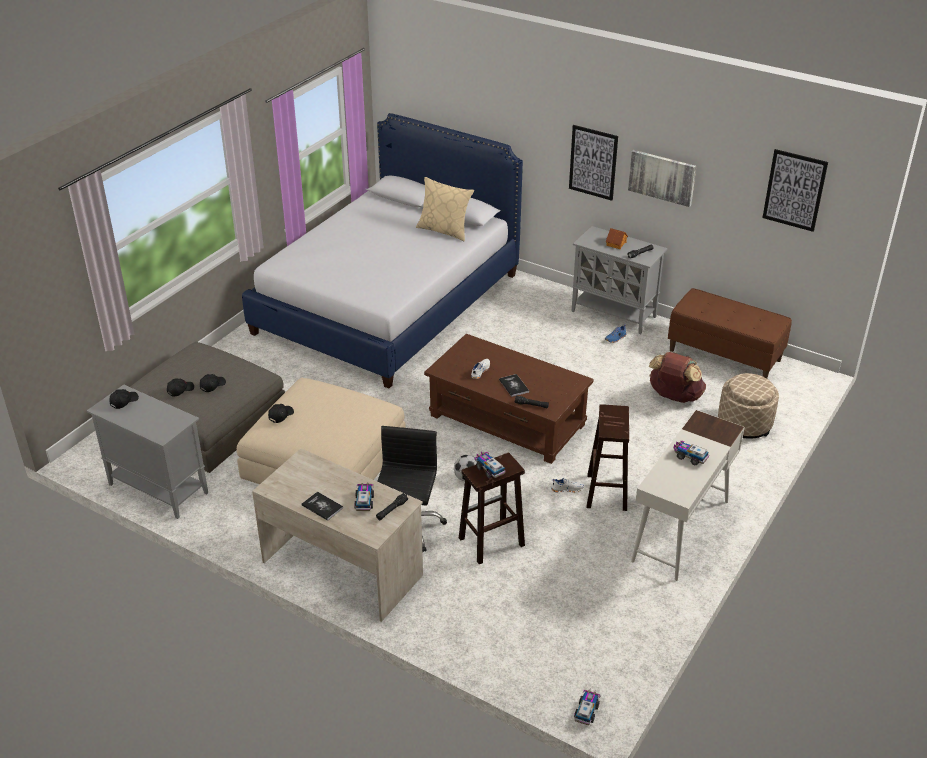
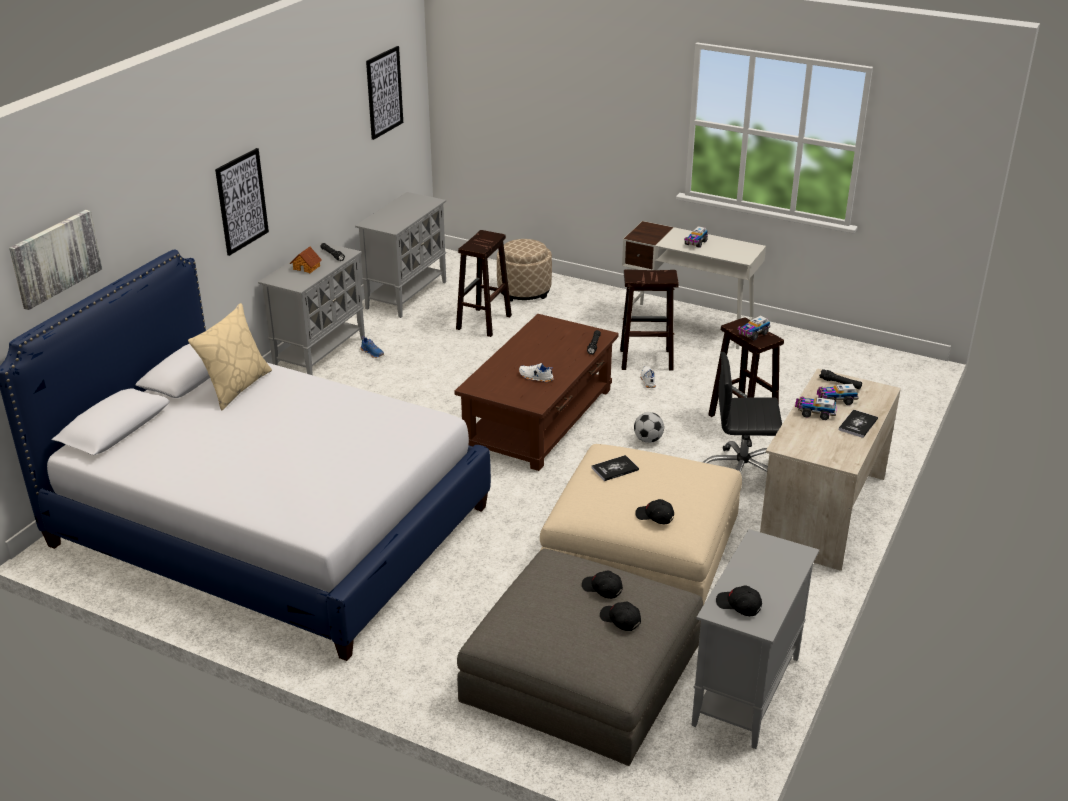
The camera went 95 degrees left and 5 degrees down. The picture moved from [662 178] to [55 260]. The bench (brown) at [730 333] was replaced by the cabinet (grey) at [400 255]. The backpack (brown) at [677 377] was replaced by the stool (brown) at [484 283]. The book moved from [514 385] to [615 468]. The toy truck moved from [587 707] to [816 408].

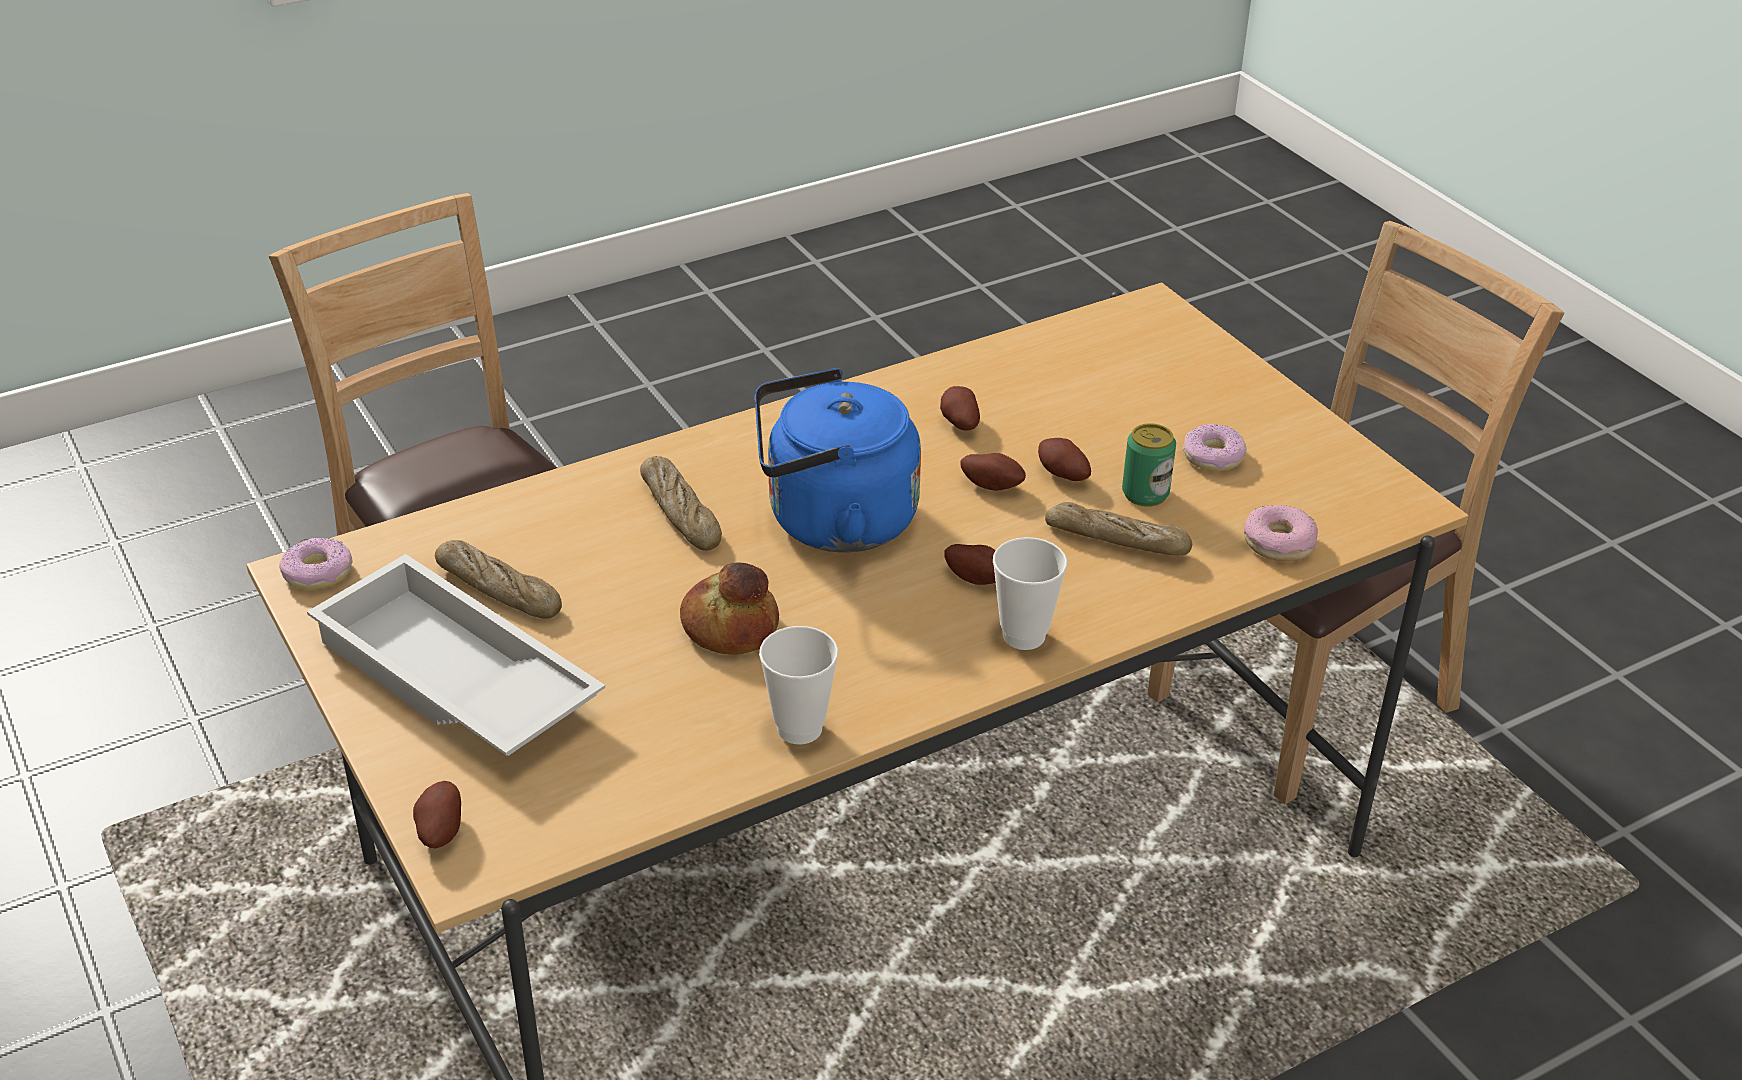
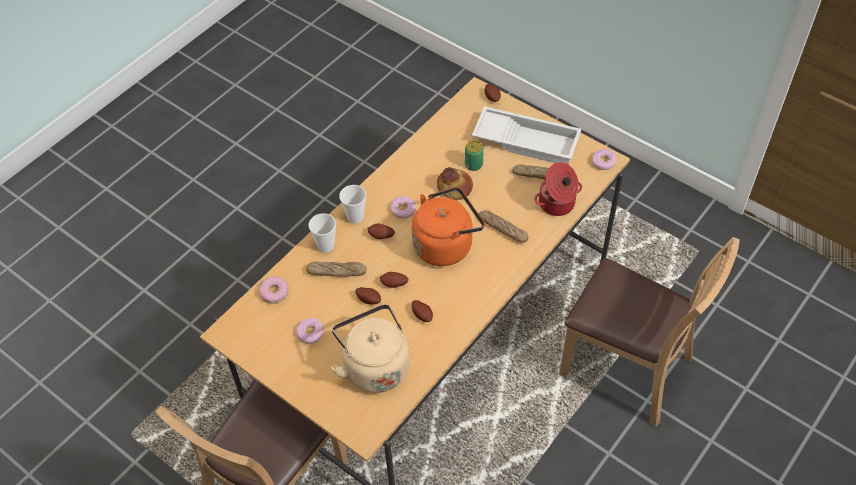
The camera went 160 degrees right and 15 degrees up. The kettle (blue) at [838 460] became the kettle (orange) at [448 226]. The can moved from [1149 465] to [474 156]. The cup moved from [798 685] to [322 232]. The cooking pot at [558 189] appeared. The donut at [403 207] appeared. The kettle (beige) at [370 348] appeared.

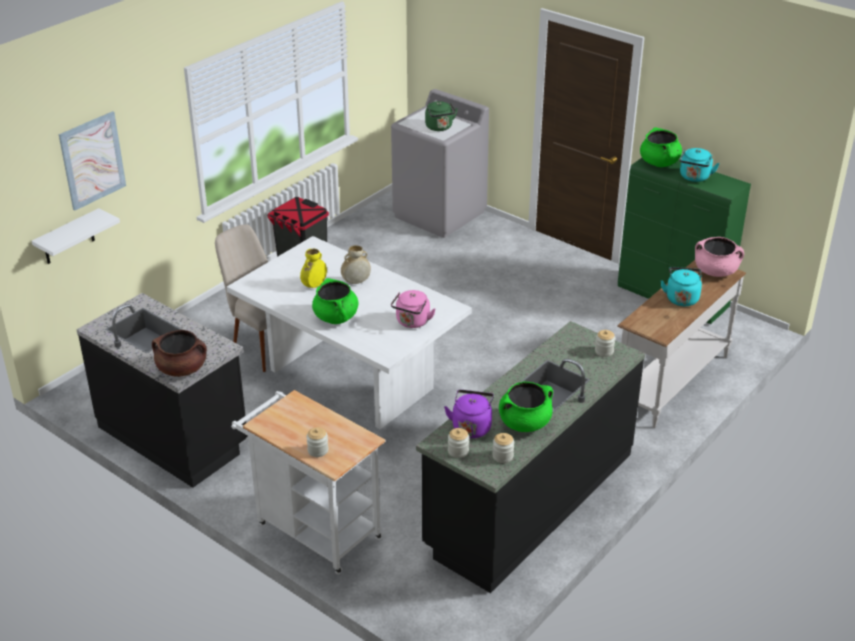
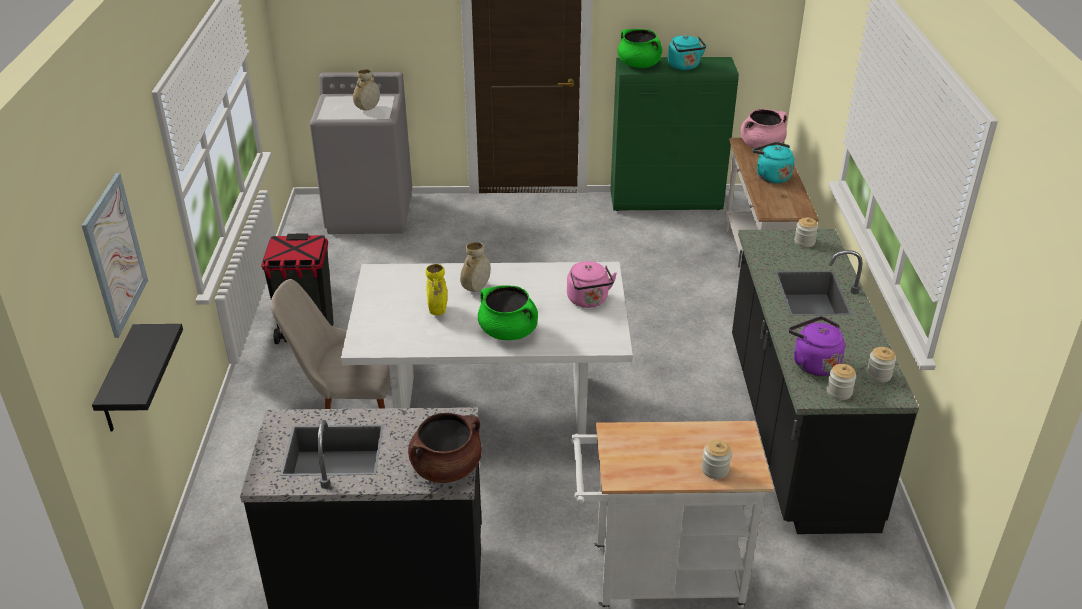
The camera went 40 degrees left and 0 degrees up. The kettle (green) at [441 116] was replaced by the vase (beige) at [366 89]. The shelf (white) at [76 236] became the shelf (black) at [137 377]. The cooking pot (green) at [526 407] disappeared.

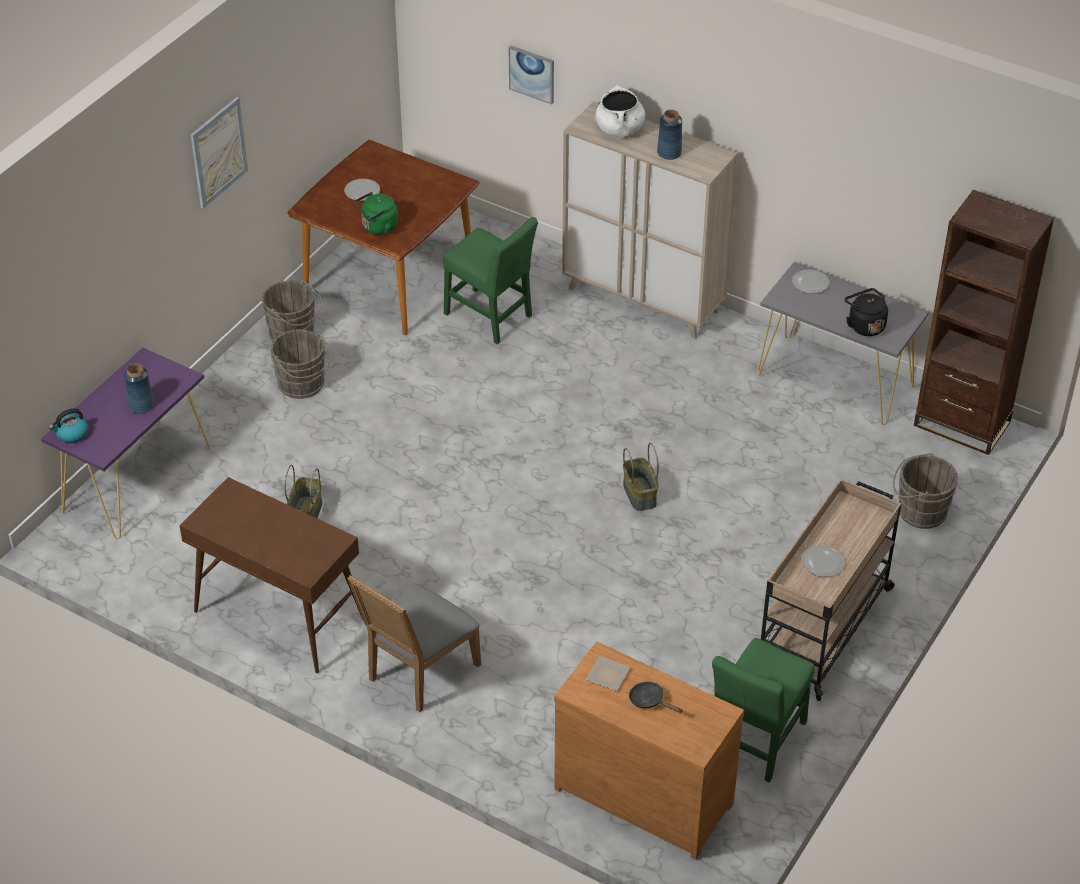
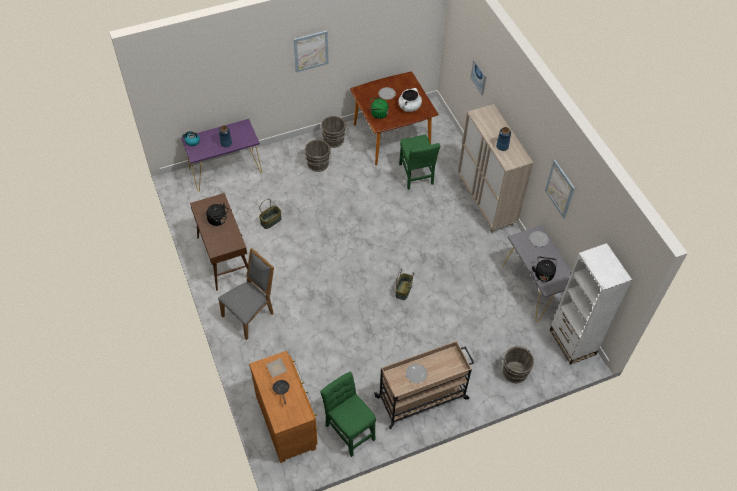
The camera went 35 degrees right and 10 degrees up. The cooking pot (white) moved from [620 111] to [410 100]. The bookcase (brown) at [984 322] became the bookcase (white) at [591 304]. The chair (grey) at [414 643] turned 150 degrees clockwise. The chair (green) at [763 710] turned 75 degrees clockwise. The picture at [560 189] appeared. The kettle (black) at [217 214] appeared.

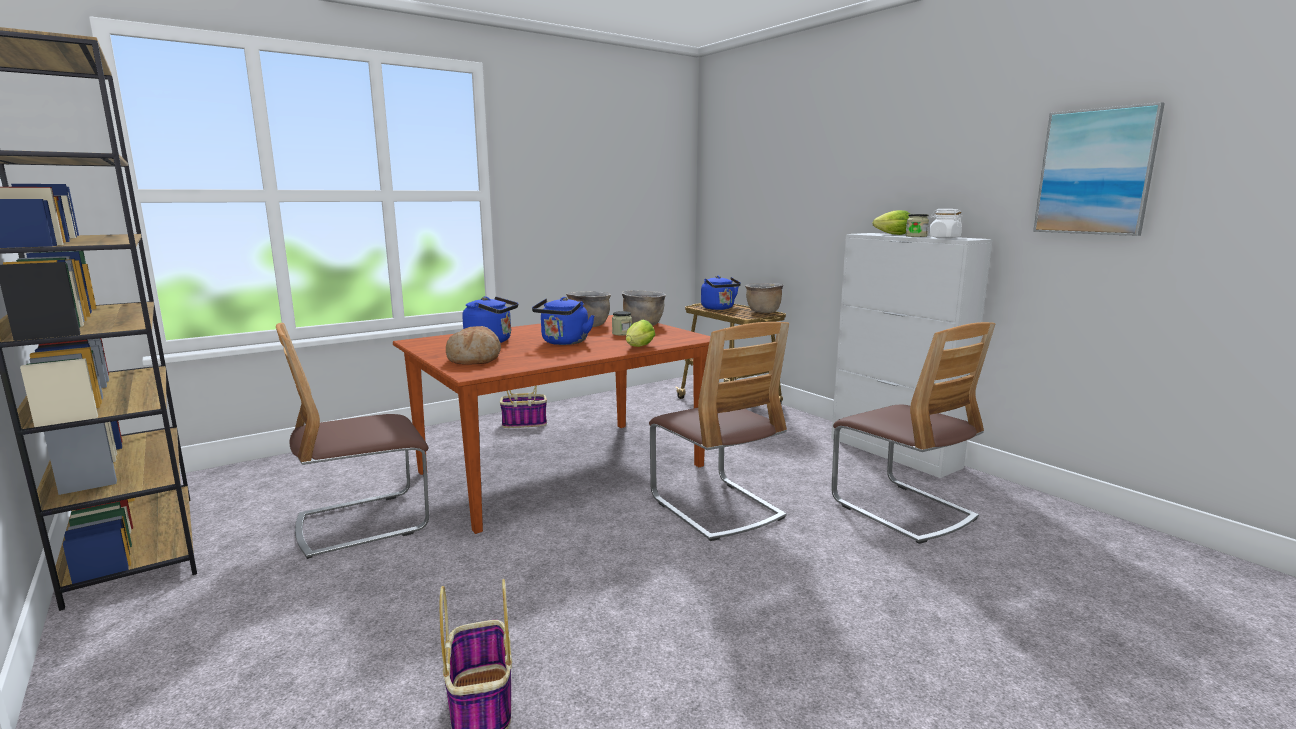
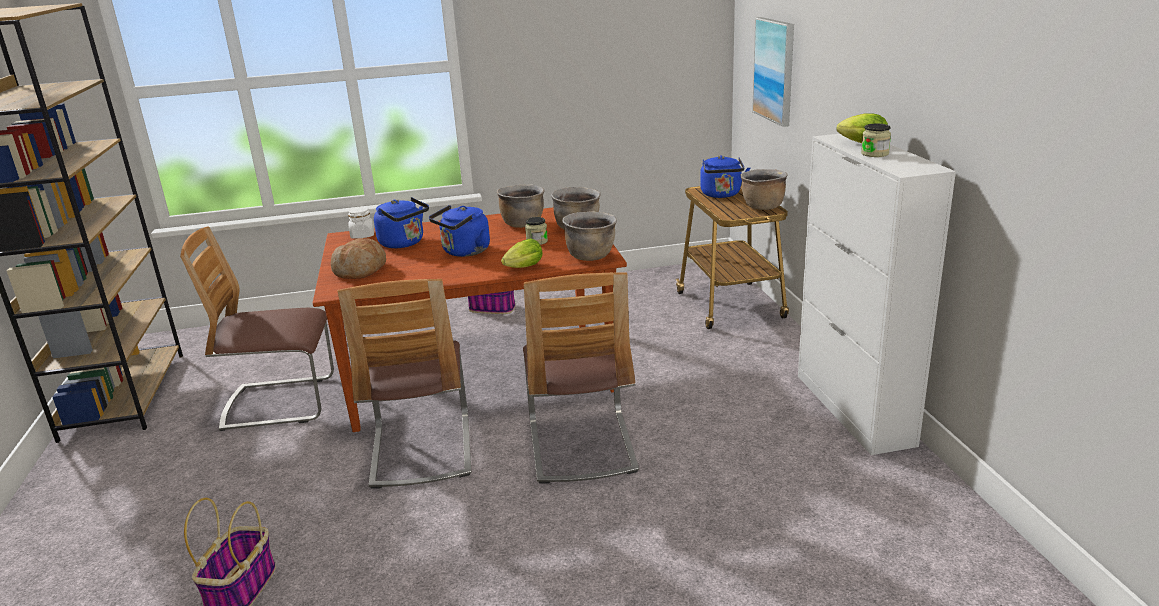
The camera went 25 degrees right and 10 degrees up. The picture moved from [1099 169] to [773 72]. The jar (white) moved from [945 224] to [361 223]. The chair moved from [913 433] to [405 384]. The cooking pot (brown) at [589 236] appeared.

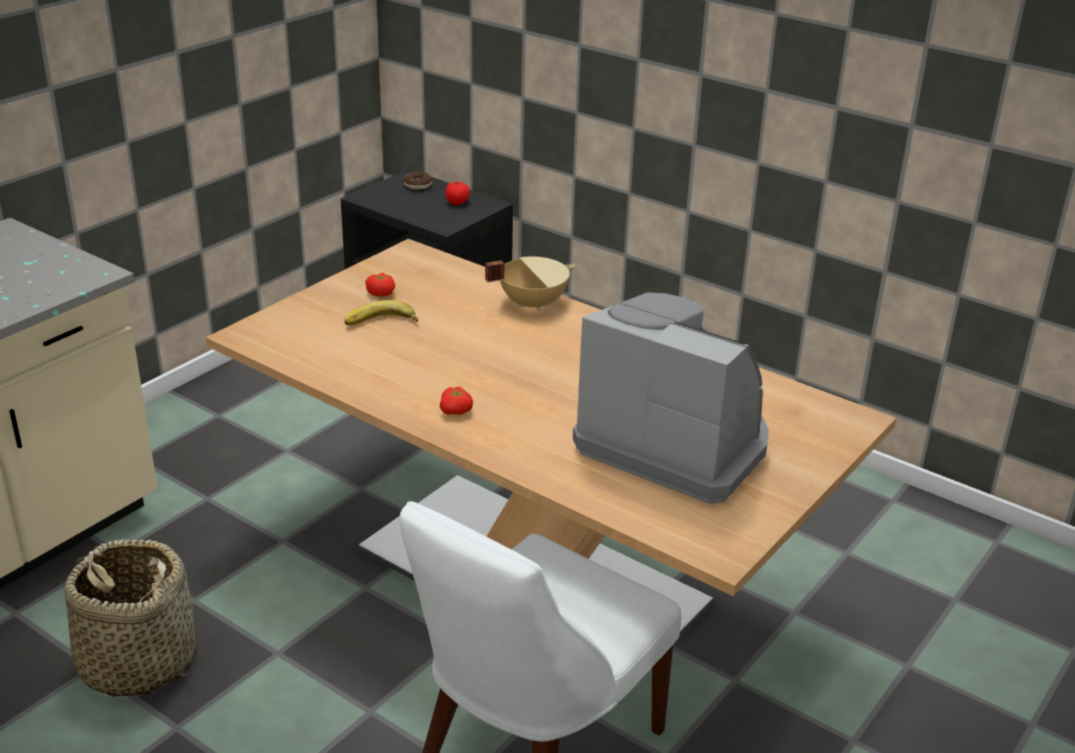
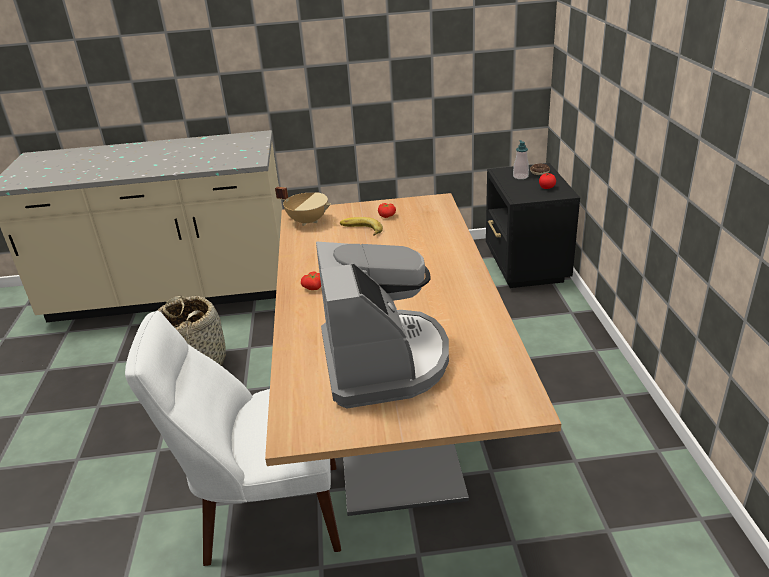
The camera went 50 degrees right and 0 degrees up. The cooking pot (beige) moved from [530 284] to [303 206]. The soap dispenser at [521 159] appeared.

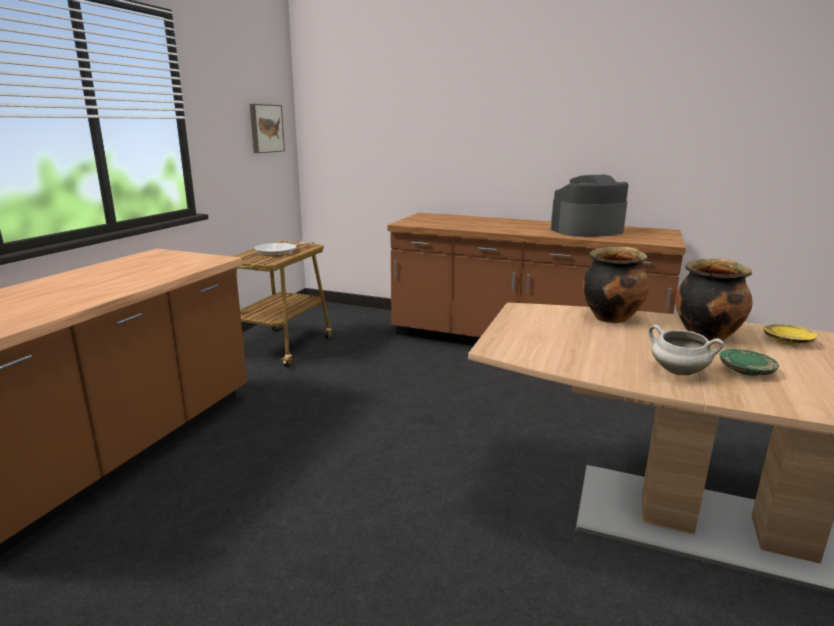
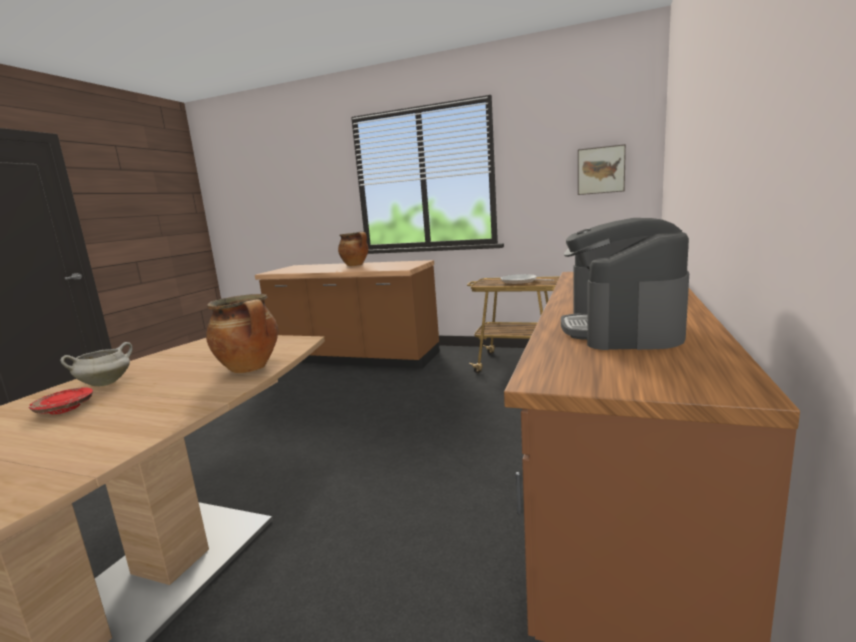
The camera went 90 degrees right and 5 degrees down. The coffee machine at [589 205] turned 150 degrees counterclockwise. The cooking pot moved from [714 299] to [353 249]. The plate (yellow) at [790 334] disappeared. The plate (green) at [749 362] became the plate (red) at [61 400].

